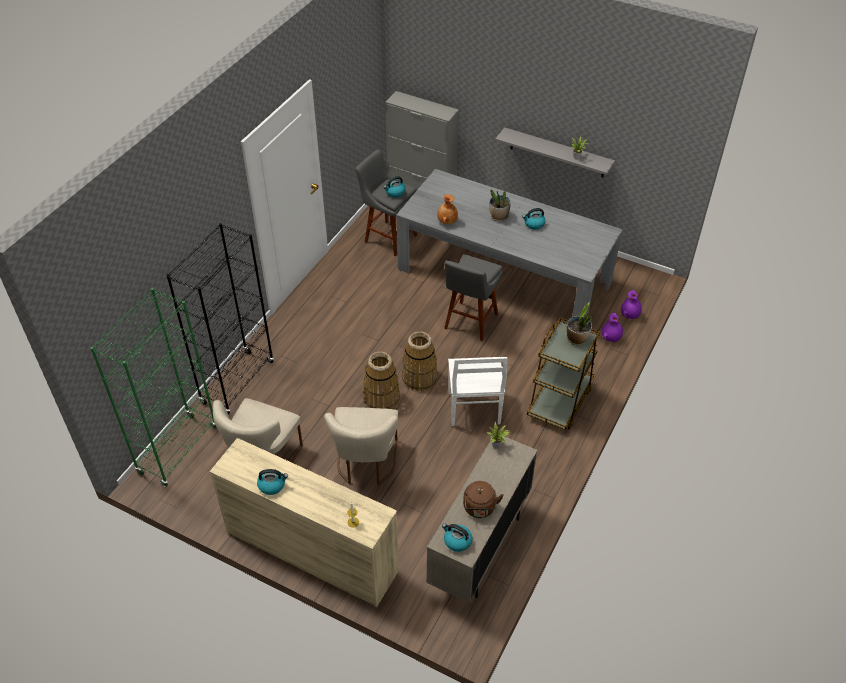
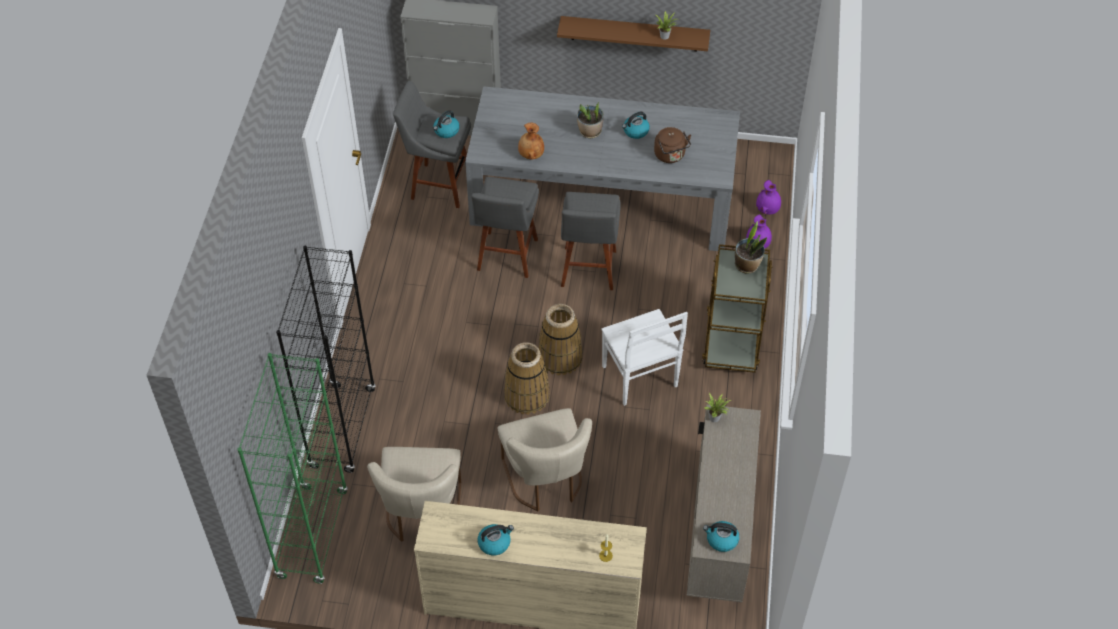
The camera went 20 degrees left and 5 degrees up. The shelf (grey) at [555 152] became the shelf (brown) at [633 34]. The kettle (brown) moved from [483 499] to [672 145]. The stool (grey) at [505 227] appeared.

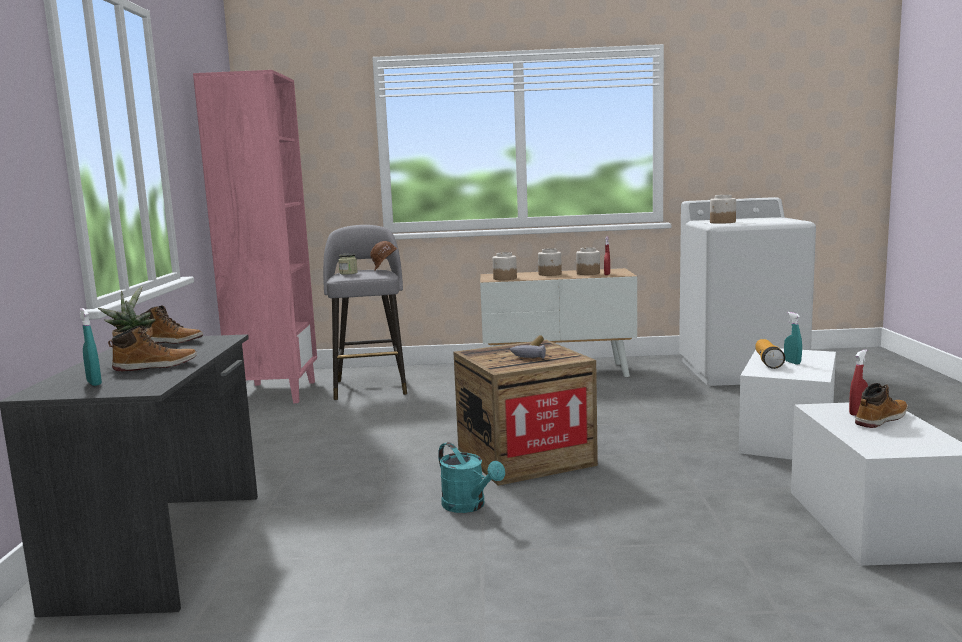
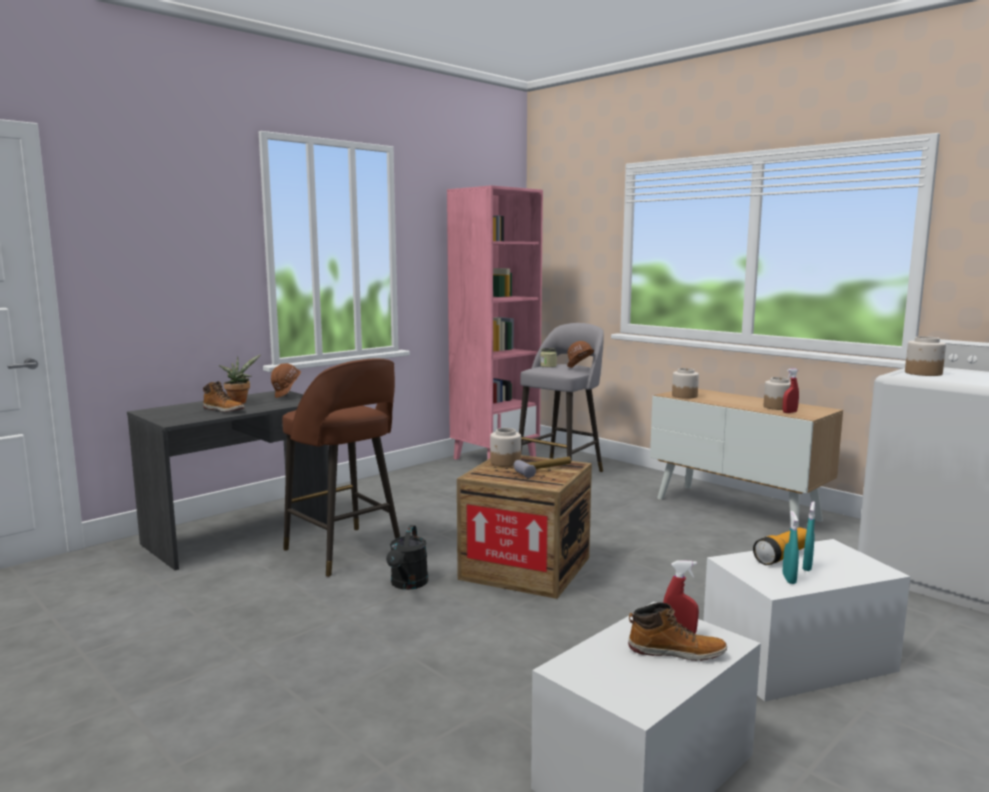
The camera went 45 degrees right and 0 degrees up. The jar moved from [550 262] to [505 447]. The boot at [172 324] was replaced by the hard hat (brown) at [286 380]. The spray bottle (turquoise) moved from [91 347] to [791 547]. The watering can (turquoise) at [471 477] became the watering can (black) at [407 557]. The stool (brown) at [341 467] appeared.

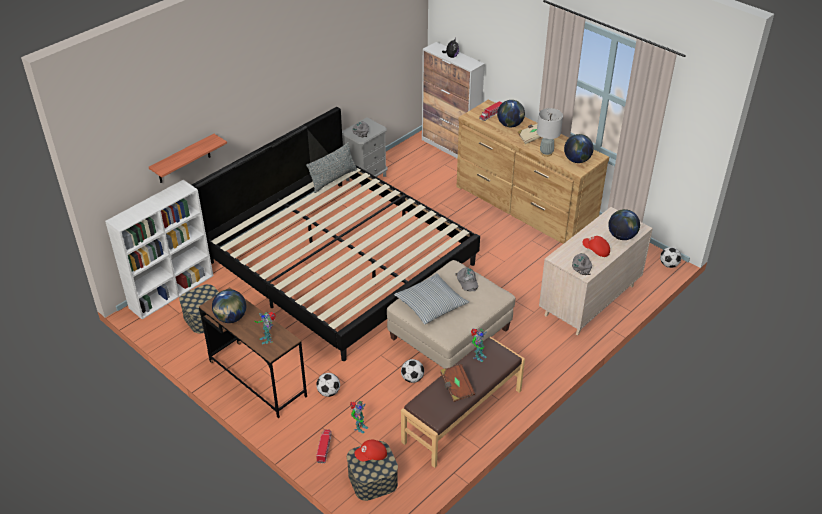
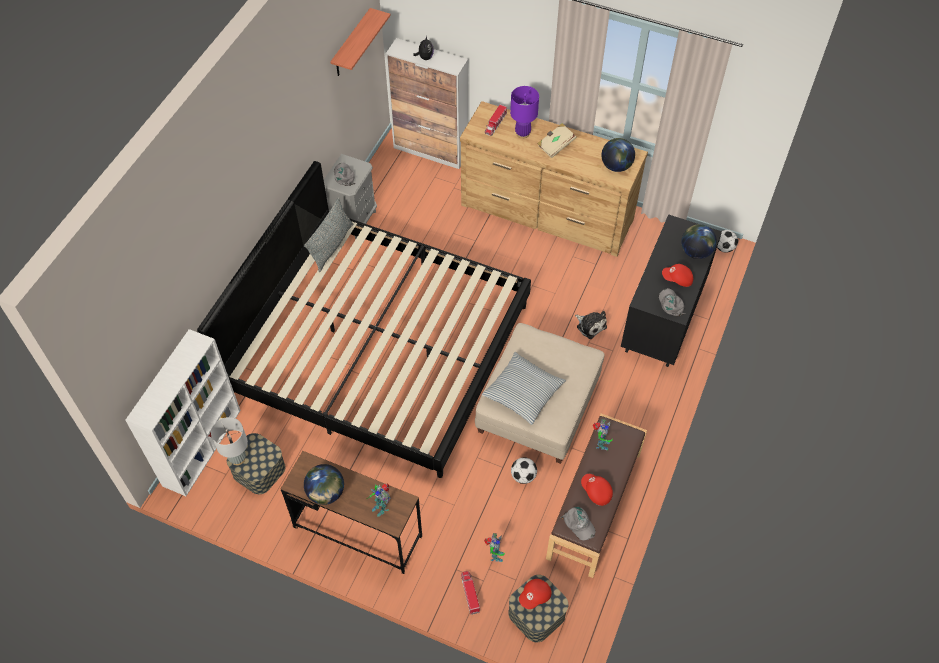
The camera went 20 degrees left and 15 degrees up. The globe at [511 113] was replaced by the table lamp (purple) at [524 112]. The table lamp (grey) moved from [550 132] to [229 441]. The shelf moved from [188 158] to [360 42]. The dresser (beige) at [596 271] became the dresser (black) at [671 290]. The cap (grey) moved from [466 279] to [577 524]. The book (brown) at [457 383] was replaced by the cap (red) at [597 490]. The football at [328 385] disappeared. The plush toy at [591 325] appeared.

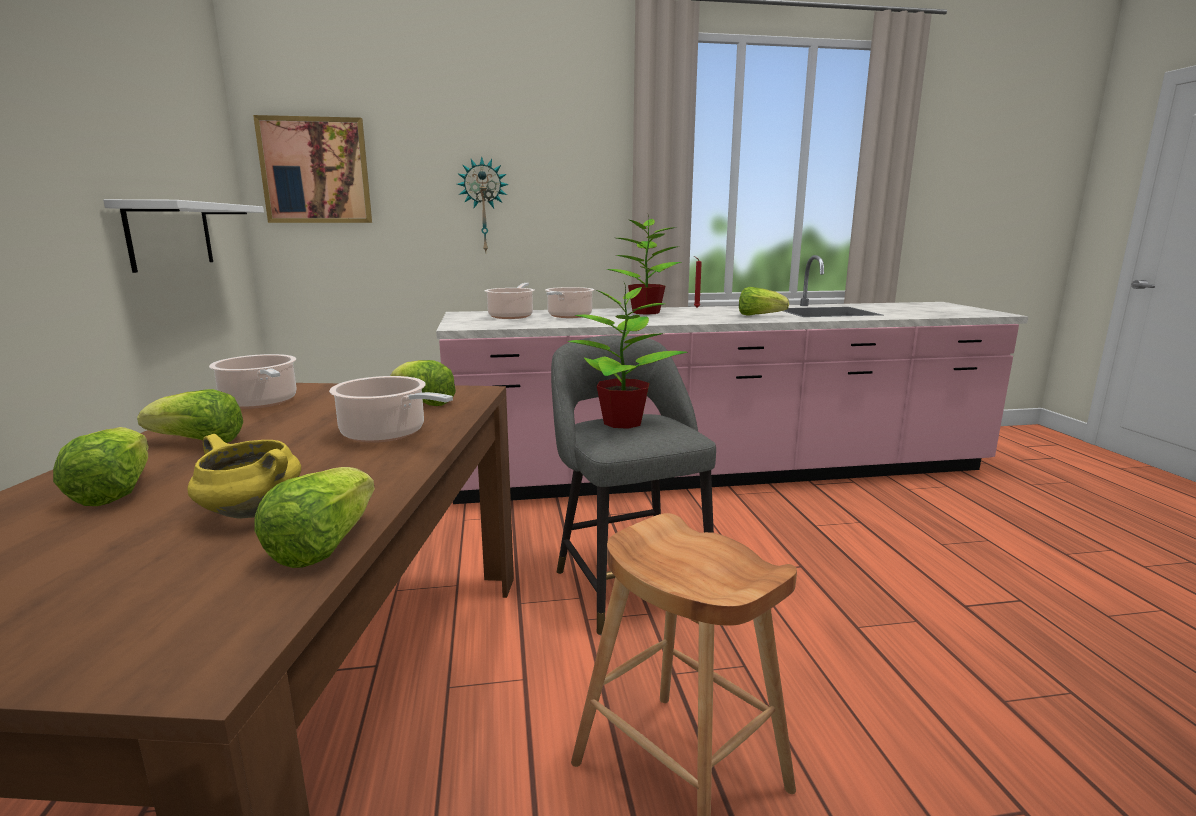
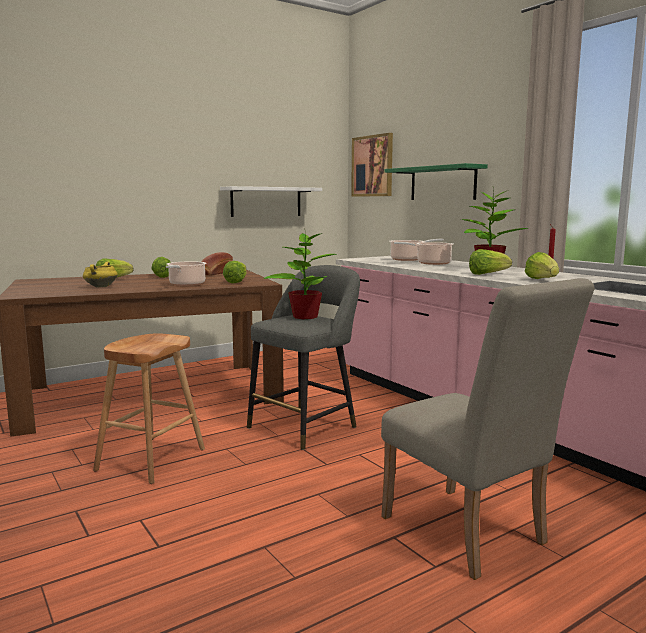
The camera went 65 degrees right and 5 degrees down. The wall clock at [483 204] was replaced by the shelf (green) at [436 181]. The cooking pot at [252 381] was replaced by the bread at [217 263]. The lettuce moved from [314 517] to [490 262]. The chair (beige) at [488 429] appeared.

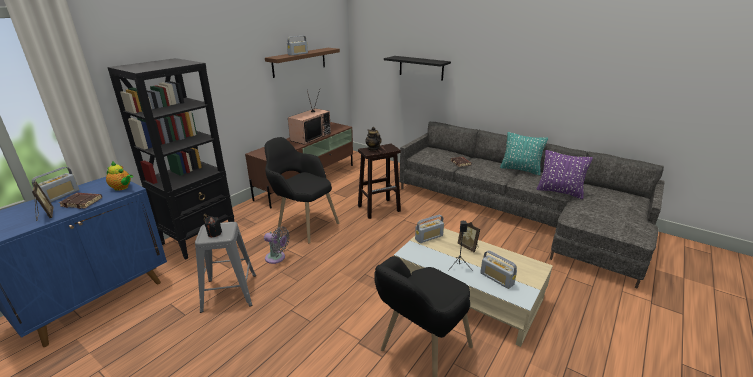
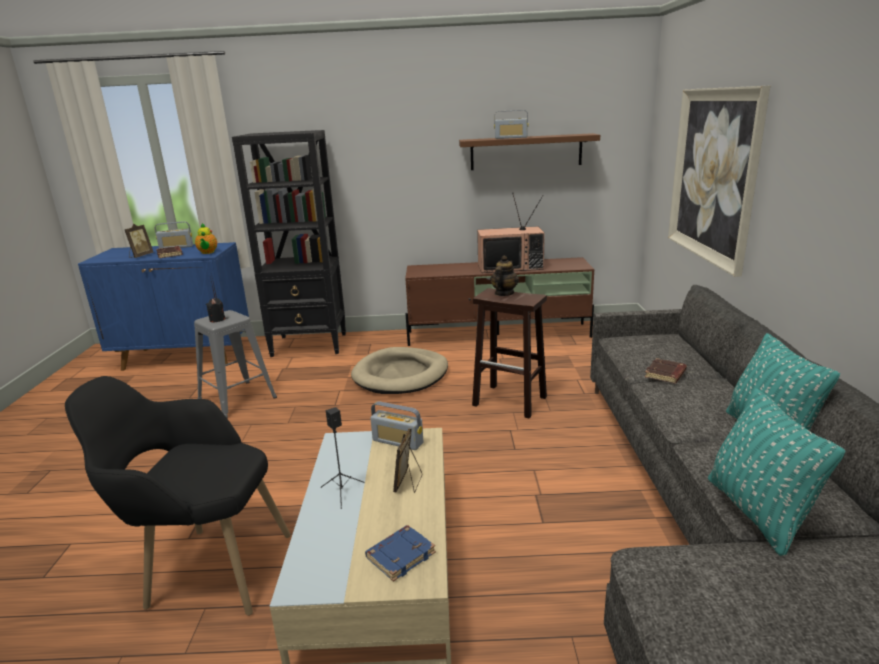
The camera went 55 degrees right and 5 degrees down. The shelf (black) at [417 68] was replaced by the picture at [719 181]. The armchair (black) at [302 190] was replaced by the dog bed (beige) at [399 370]. The pillow (purple) at [564 174] became the pillow (turquoise) at [777 472]. The fan (grey) at [277 245] disappeared. The radio at [498 269] disappeared. The book (blue) at [400 553] appeared.

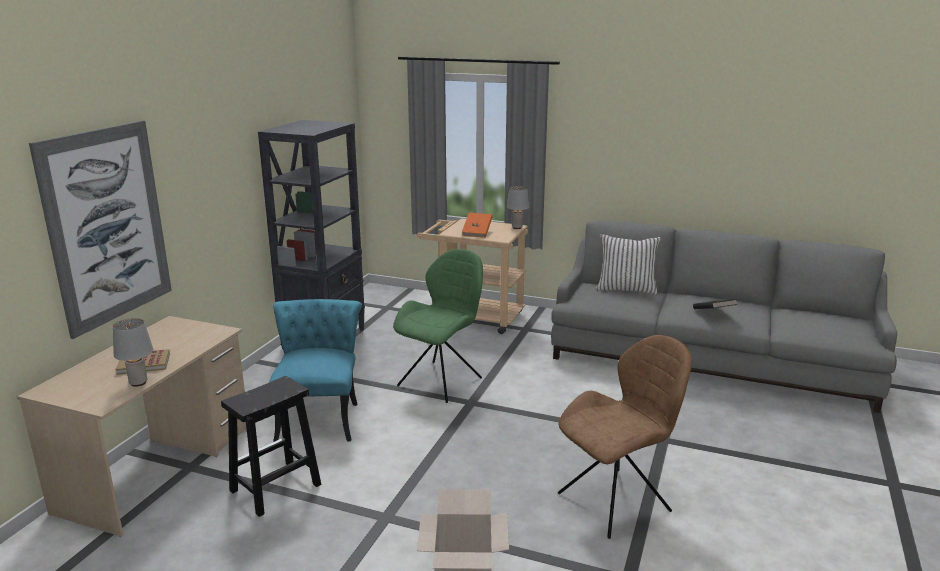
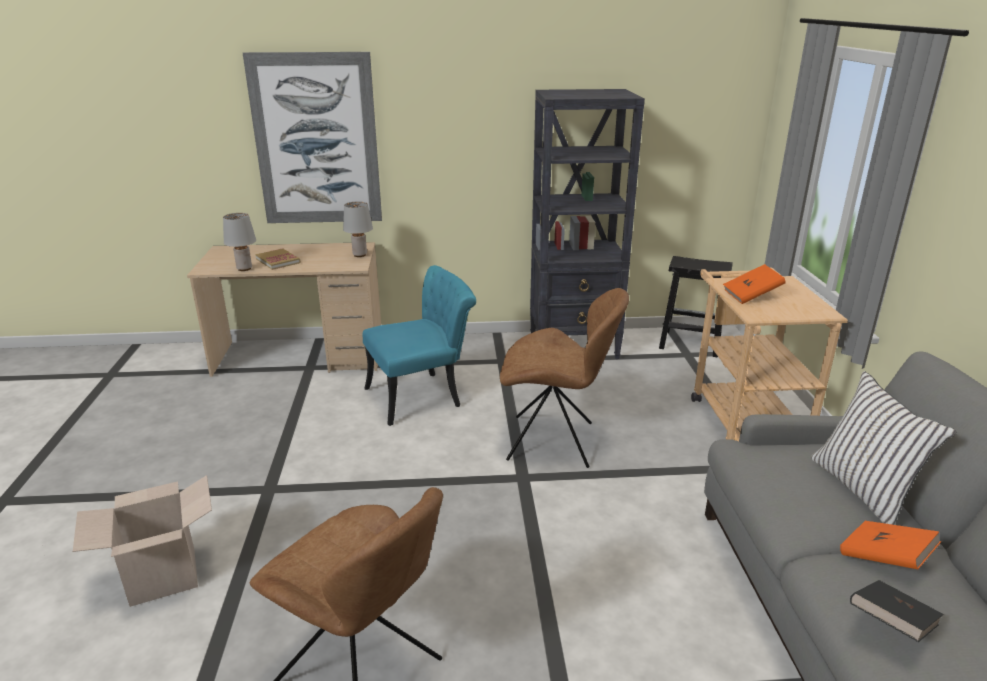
The camera went 65 degrees right and 5 degrees up. The table lamp (grey) moved from [518 207] to [358 229]. The chair (green) at [438 326] became the chair (brown) at [564 378]. The stool (black) moved from [271 446] to [696 307]. The book (orange) at [890 545] appeared.

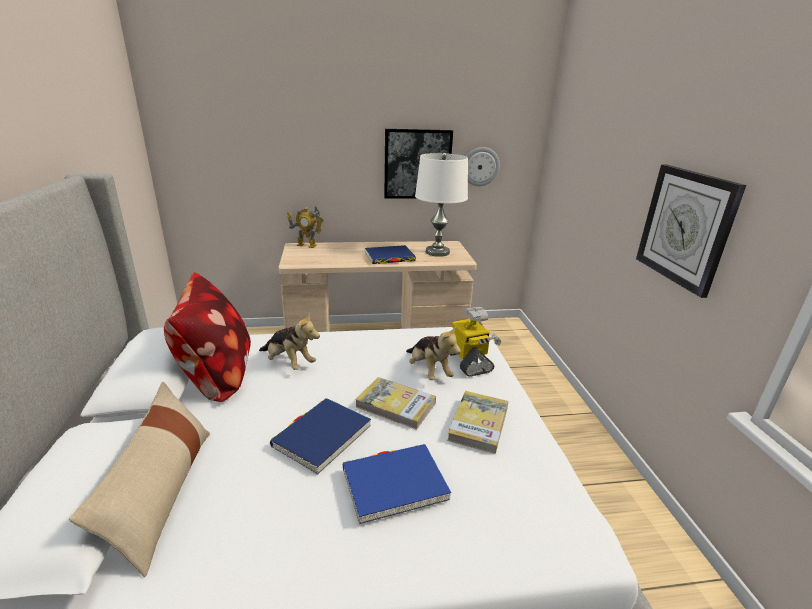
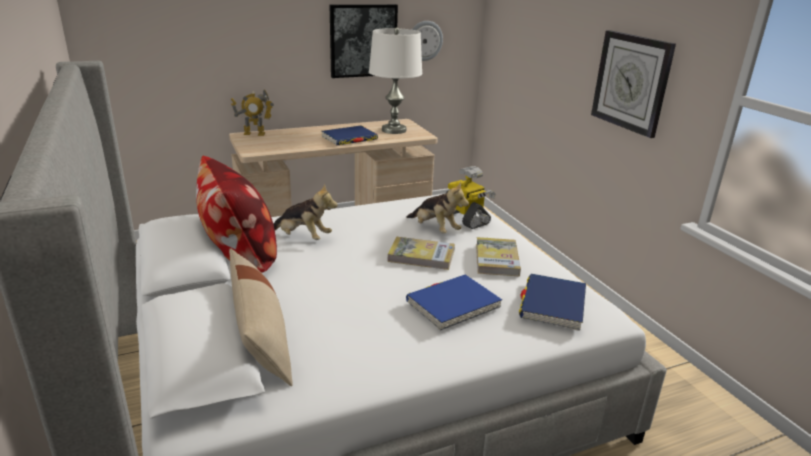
The camera went 15 degrees left and 0 degrees up. The book (blue) moved from [320 436] to [552 302].

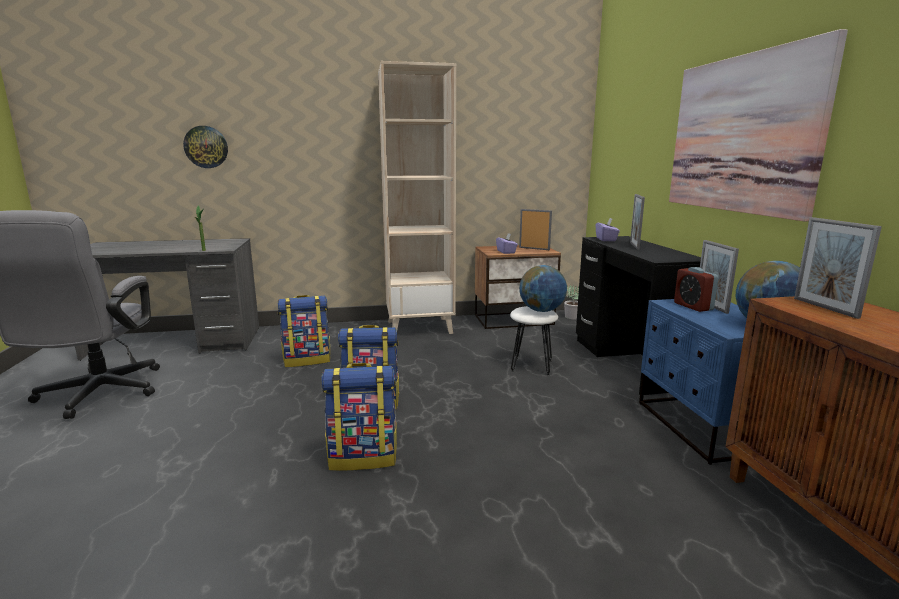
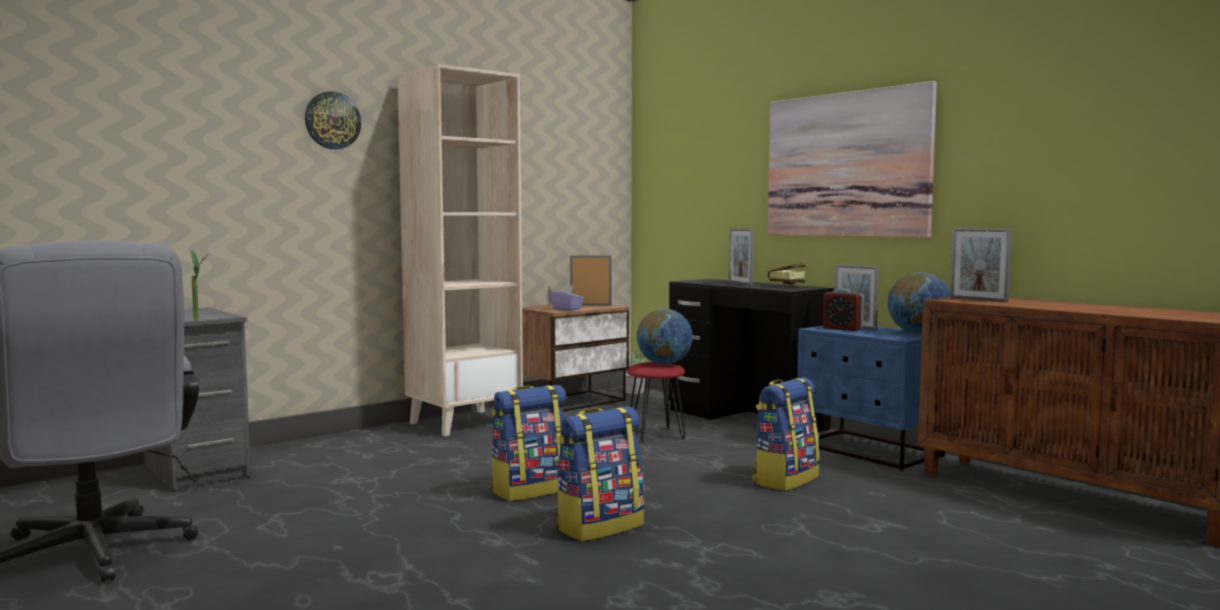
The camera went 30 degrees left and 10 degrees down. The wall clock moved from [205 147] to [333 120]. The tissue box (purple) at [608 229] disappeared. The backpack moved from [303 331] to [786 434]. The stool (white) at [534 340] became the stool (red) at [656 402]. The book at [787 276] appeared.

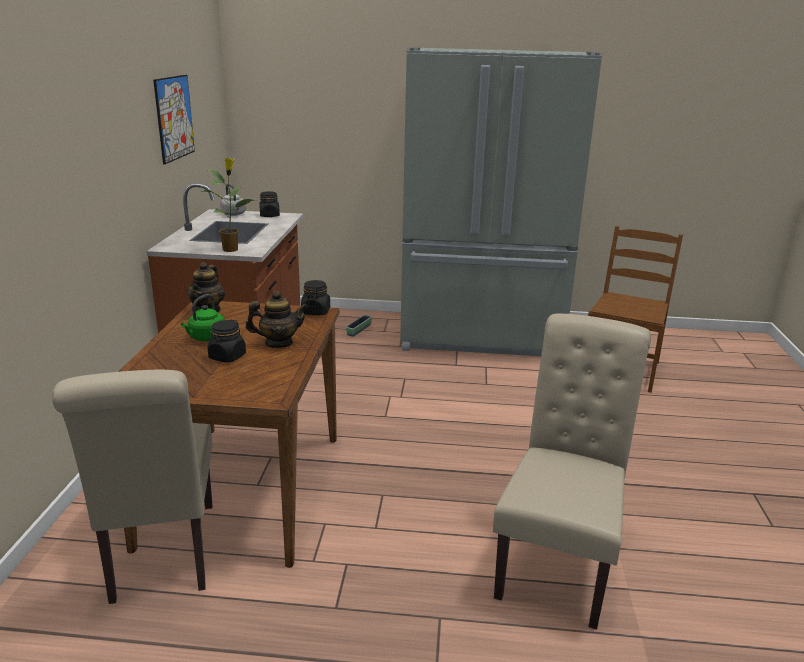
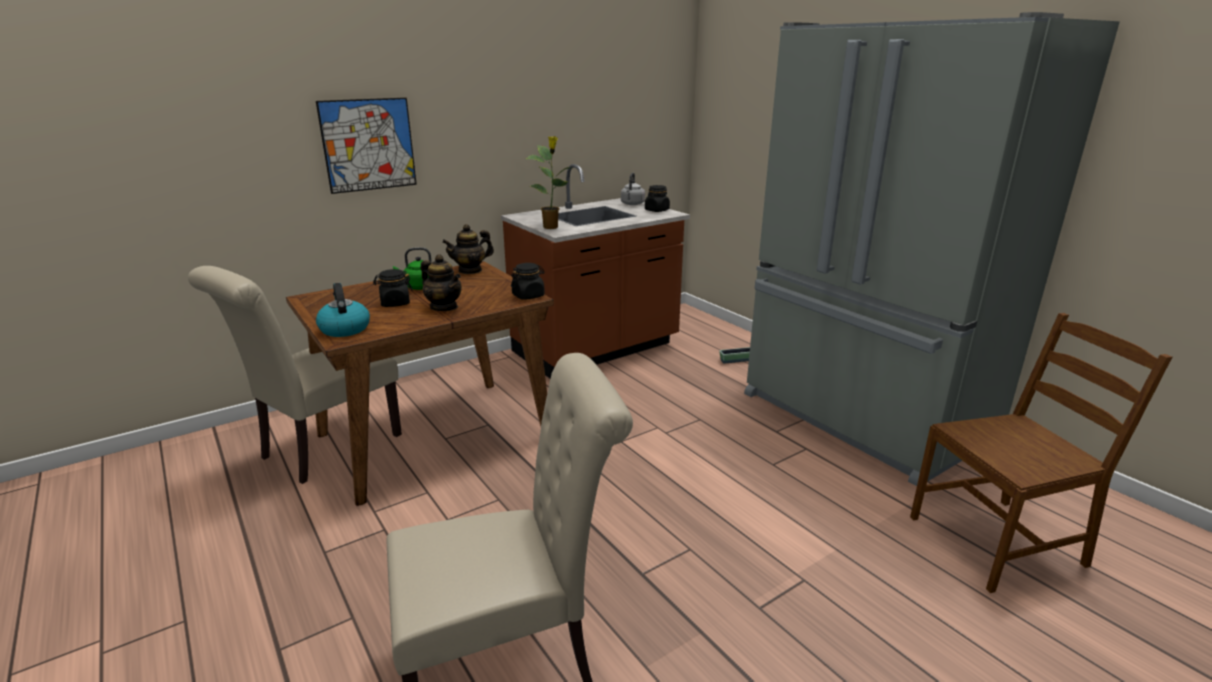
The camera went 50 degrees right and 0 degrees up. The picture moved from [174 119] to [366 146]. The kettle at [343 310] appeared.

